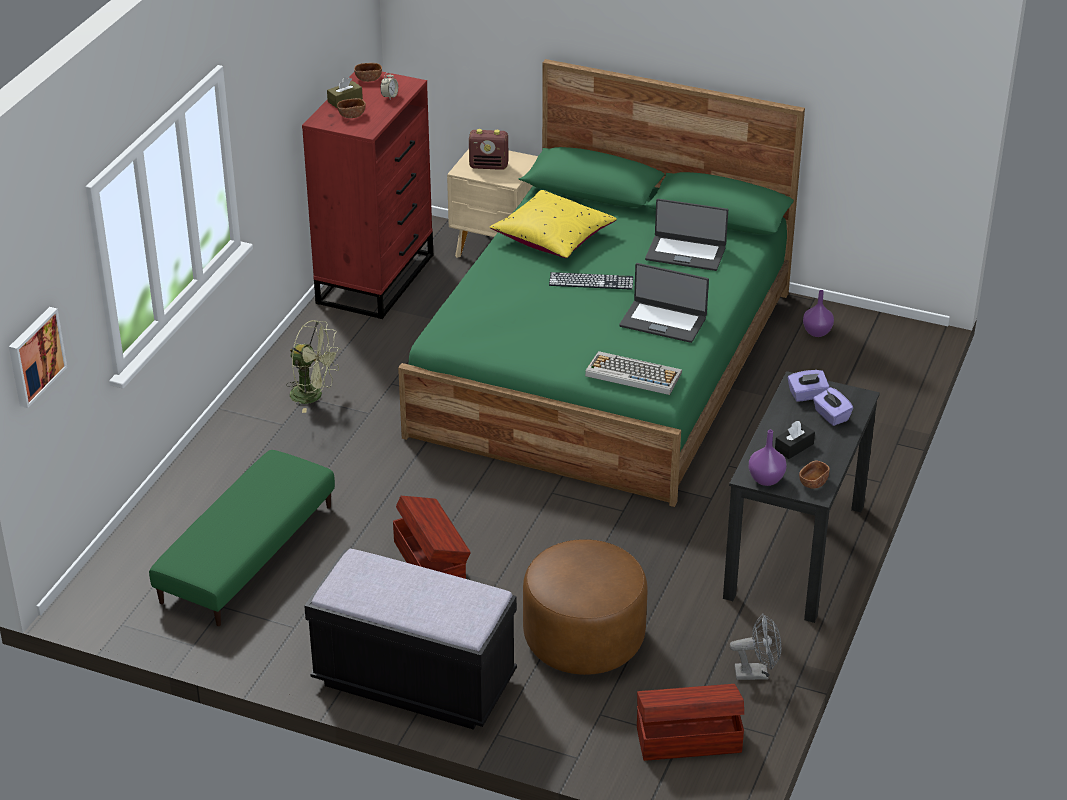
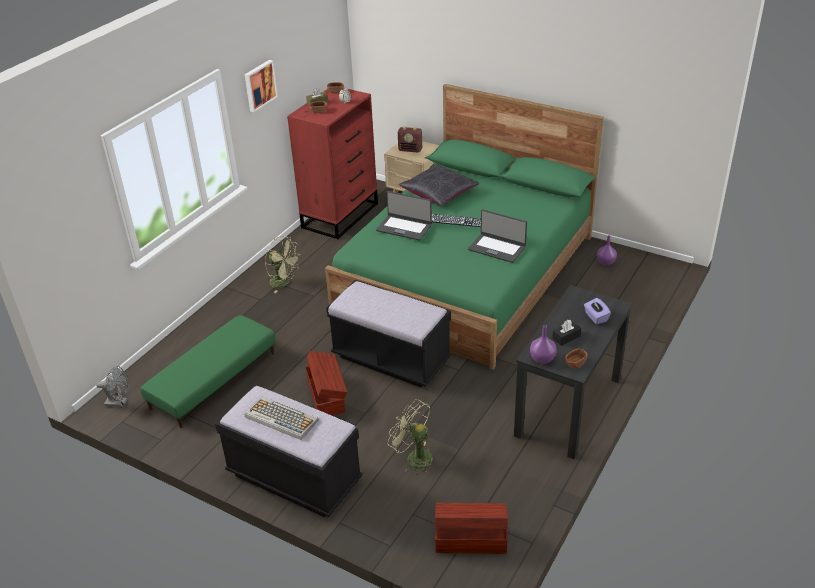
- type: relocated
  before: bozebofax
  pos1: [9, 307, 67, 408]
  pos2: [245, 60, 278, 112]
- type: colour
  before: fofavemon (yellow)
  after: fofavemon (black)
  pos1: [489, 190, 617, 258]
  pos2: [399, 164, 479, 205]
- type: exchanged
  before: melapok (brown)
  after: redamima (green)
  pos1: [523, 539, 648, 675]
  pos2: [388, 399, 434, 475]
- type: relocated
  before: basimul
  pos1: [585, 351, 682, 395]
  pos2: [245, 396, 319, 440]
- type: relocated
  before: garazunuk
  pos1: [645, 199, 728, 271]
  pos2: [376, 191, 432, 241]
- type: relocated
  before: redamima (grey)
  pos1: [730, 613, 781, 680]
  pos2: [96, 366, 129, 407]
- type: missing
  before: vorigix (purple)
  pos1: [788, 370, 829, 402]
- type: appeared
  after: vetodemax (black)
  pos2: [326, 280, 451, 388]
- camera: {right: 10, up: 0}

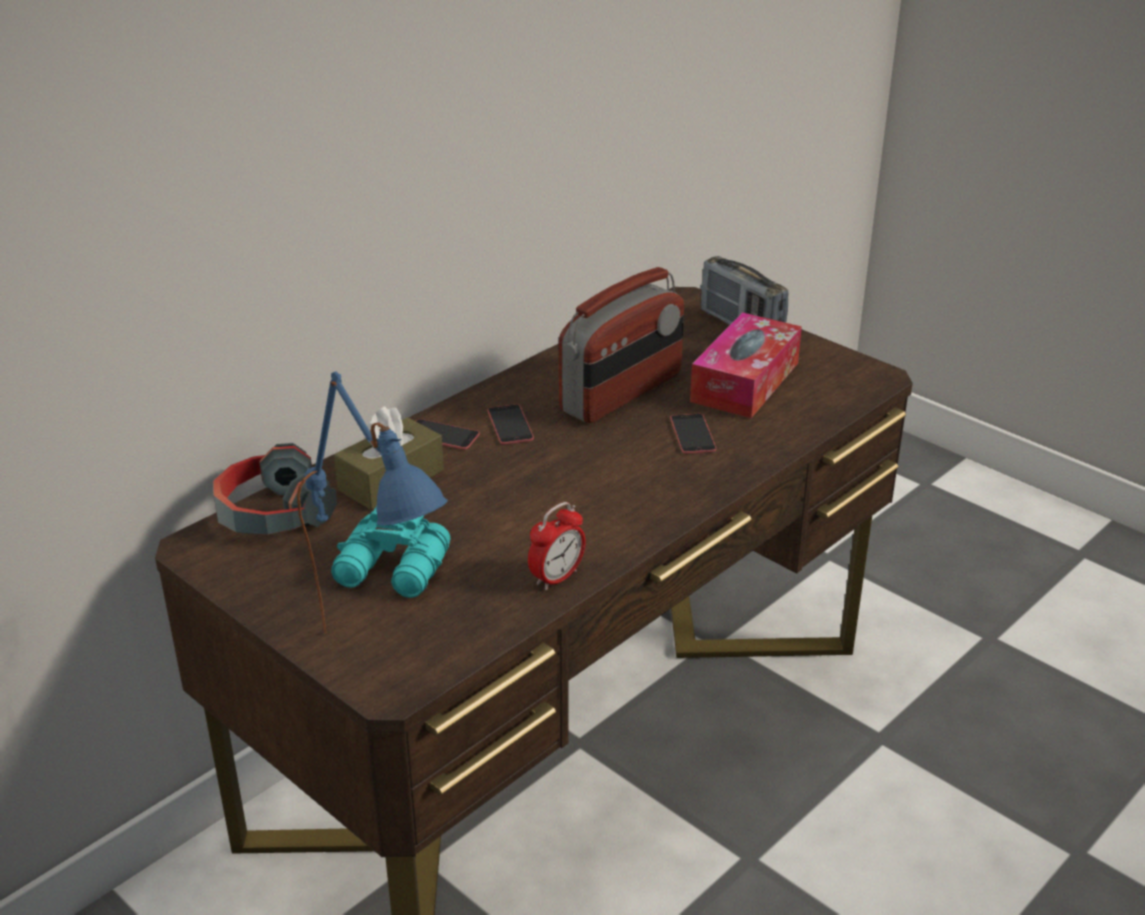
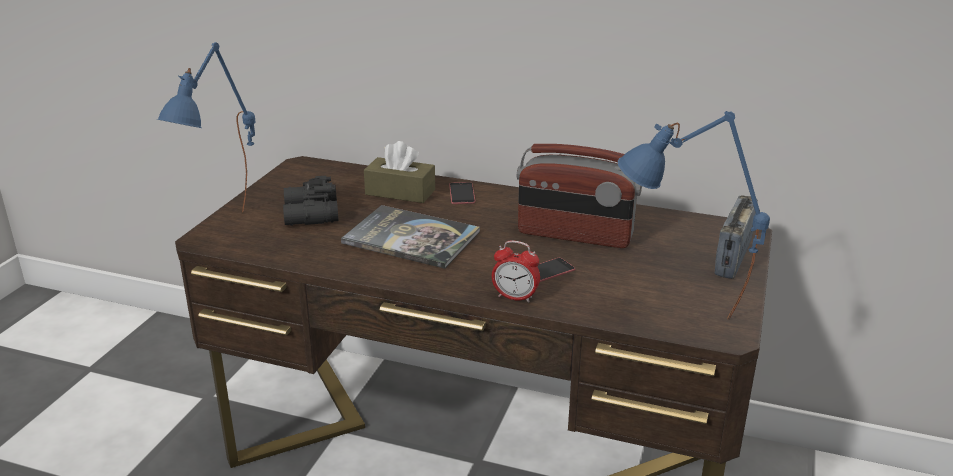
- type: missing
  before: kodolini
  pos1: [213, 443, 337, 535]
- type: colour
  before: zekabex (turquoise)
  after: zekabex (black)
  pos1: [331, 506, 450, 598]
  pos2: [283, 176, 339, 226]
- type: missing
  before: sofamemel
  pos1: [487, 404, 534, 445]
- type: relocated
  before: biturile
  pos1: [528, 502, 586, 590]
  pos2: [492, 240, 540, 303]
- type: missing
  before: vorigix
  pos1: [690, 312, 802, 418]
- type: appeared
  after: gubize
  pos2: [341, 205, 480, 269]
- type: appeared
  after: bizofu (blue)
  pos2: [618, 111, 770, 320]
- camera: {right: 65, up: -5}

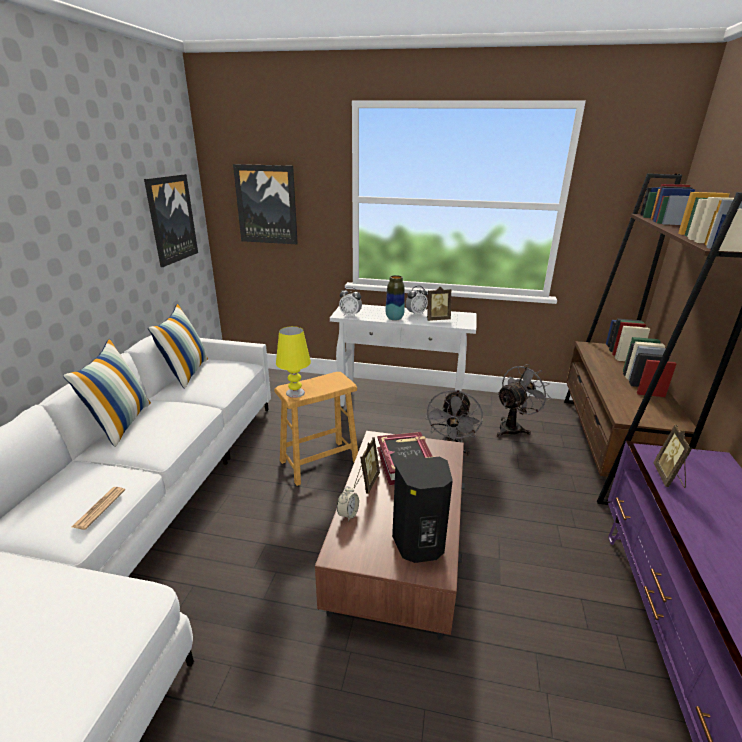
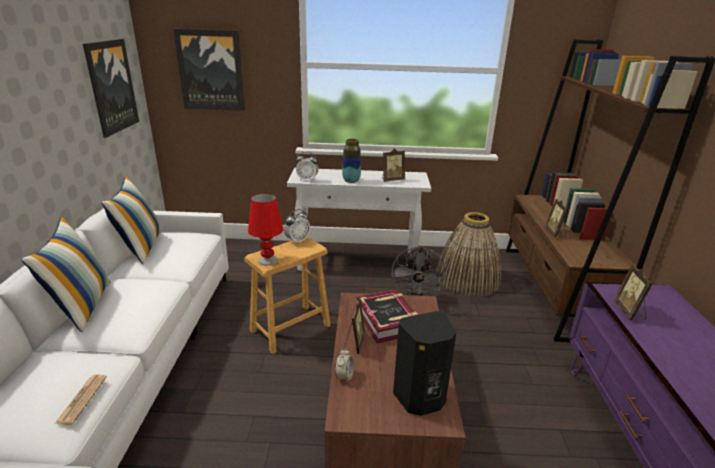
- type: colour
  before: bizofu (yellow)
  after: bizofu (red)
  pos1: [276, 326, 311, 398]
  pos2: [248, 193, 283, 266]
- type: relocated
  before: biturile
  pos1: [406, 286, 428, 316]
  pos2: [284, 209, 310, 244]
- type: exchanged
  before: redamima (grey)
  after: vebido
  pos1: [497, 364, 551, 437]
  pos2: [436, 212, 501, 297]
- type: appeared
  after: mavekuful
  pos2: [545, 199, 568, 237]
- camera: {right: -10, up: 0}

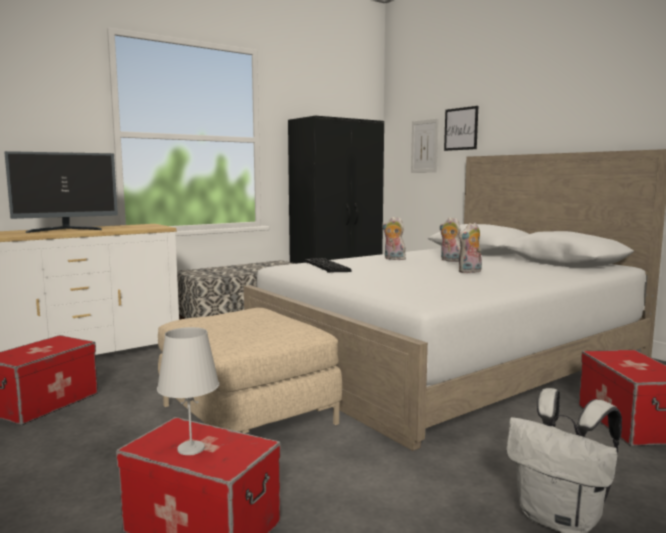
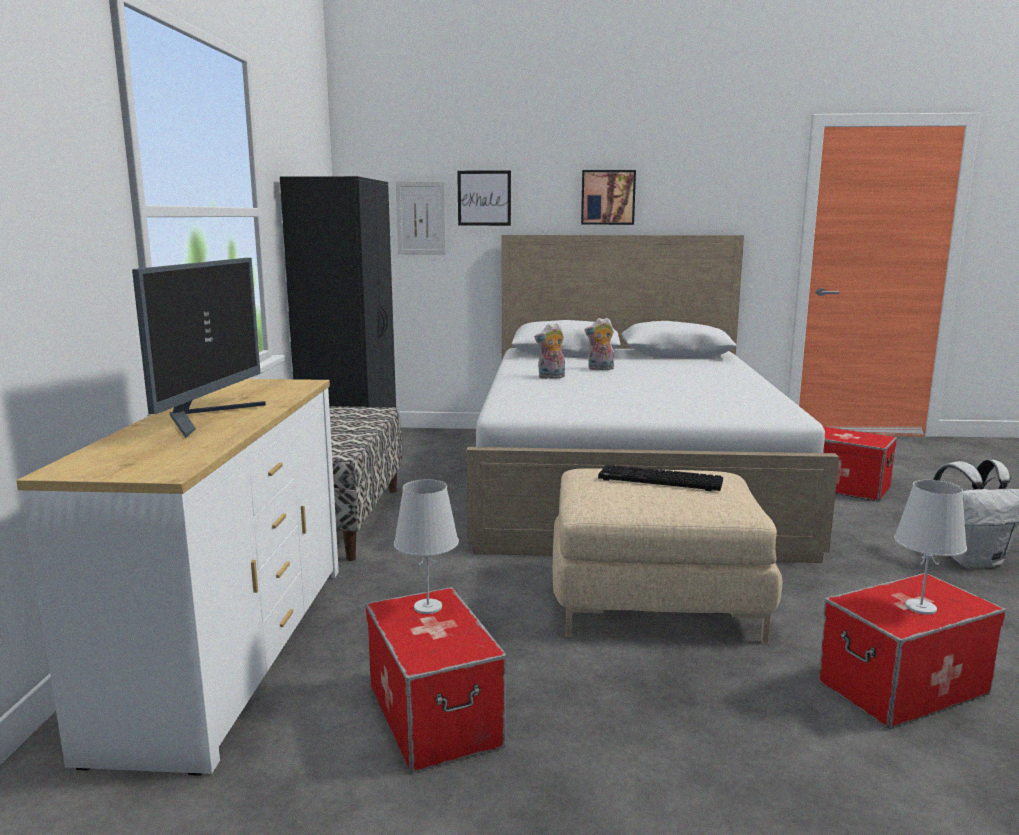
- type: relocated
  before: basimul
  pos1: [305, 258, 352, 273]
  pos2: [598, 465, 723, 491]
- type: missing
  before: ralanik
  pos1: [459, 223, 482, 273]
- type: appeared
  after: bizofu (white)
  pos2: [394, 479, 459, 614]
- type: appeared
  after: bozebofax
  pos2: [581, 170, 636, 225]
- camera: {right: -50, up: 5}

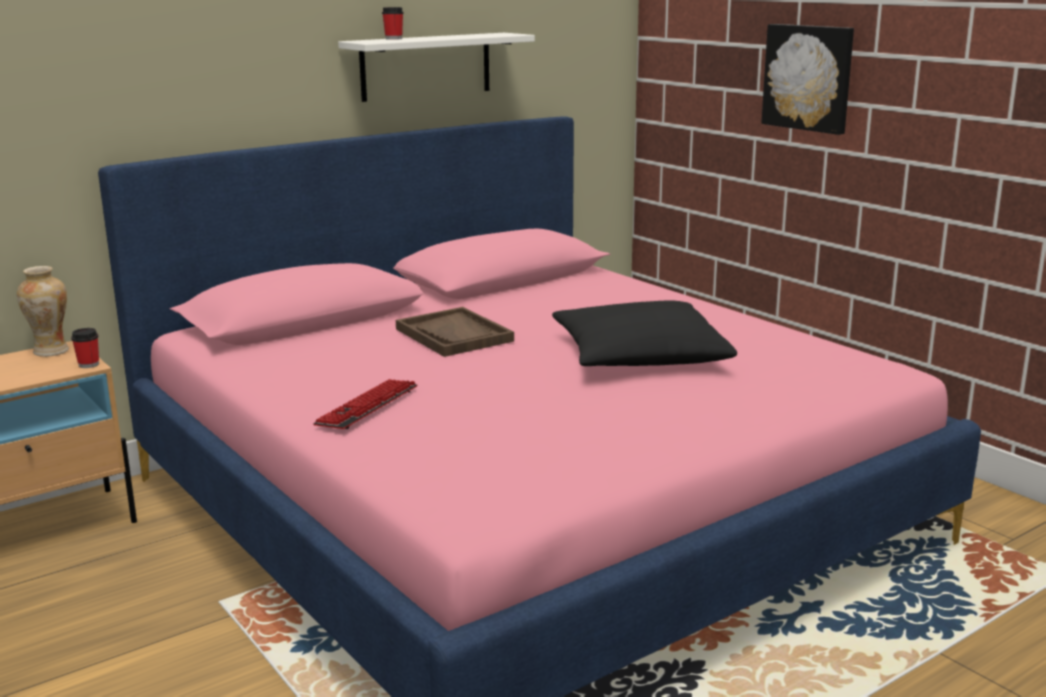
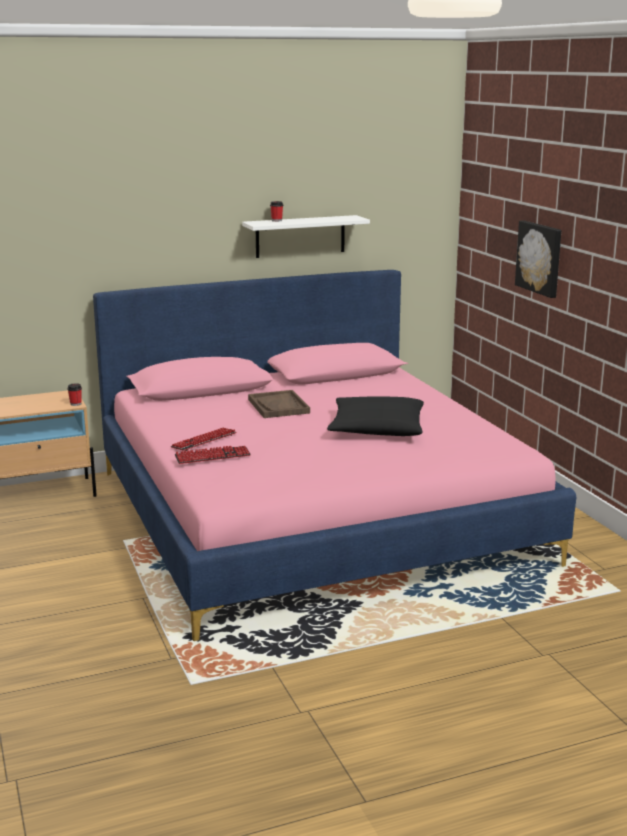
- type: missing
  before: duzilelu
  pos1: [17, 266, 69, 357]
- type: appeared
  after: basimul
  pos2: [175, 446, 251, 464]
- camera: {right: 15, up: 0}

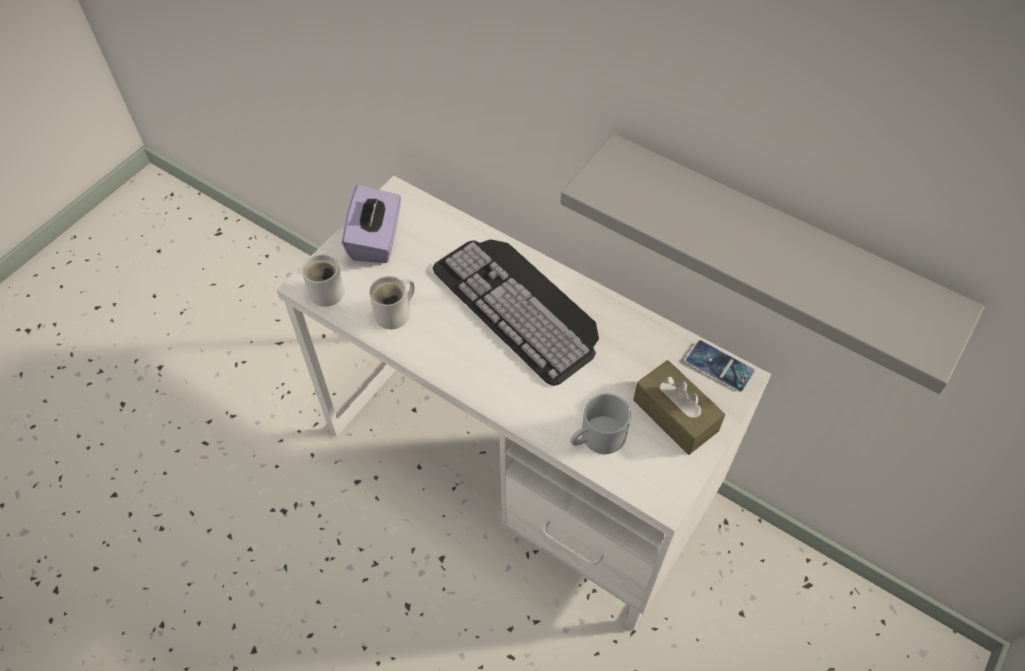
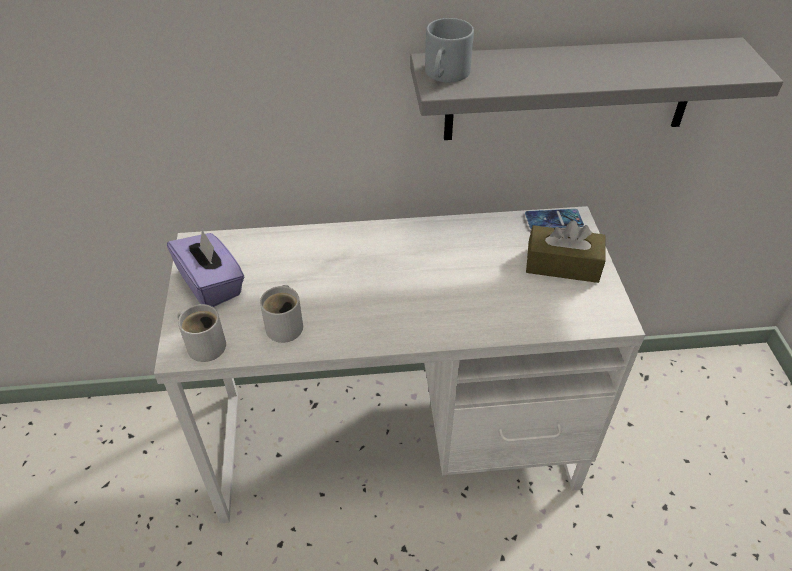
- type: missing
  before: basimul
  pos1: [432, 239, 599, 386]
- type: relocated
  before: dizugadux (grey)
  pos1: [570, 393, 631, 454]
  pos2: [425, 18, 474, 82]
- camera: {right: -40, up: -10}

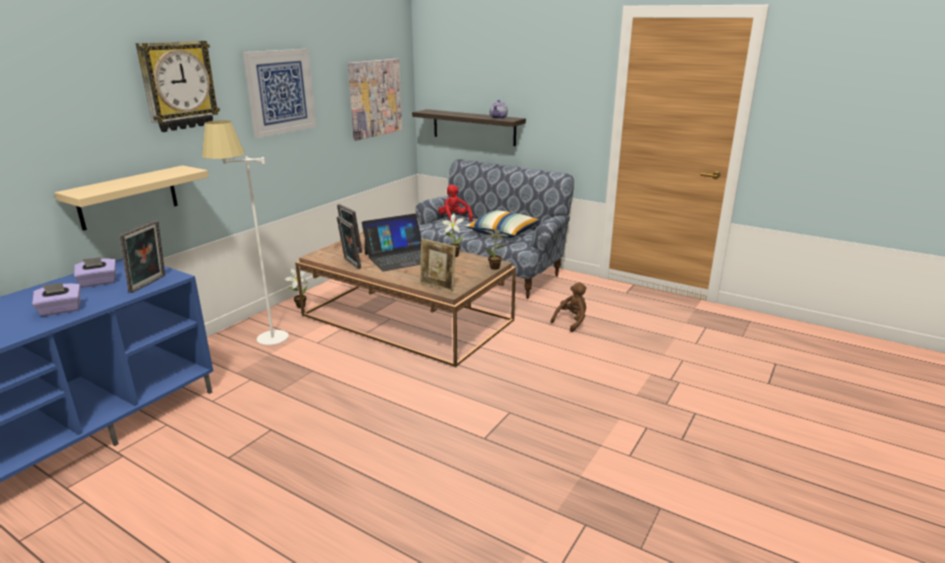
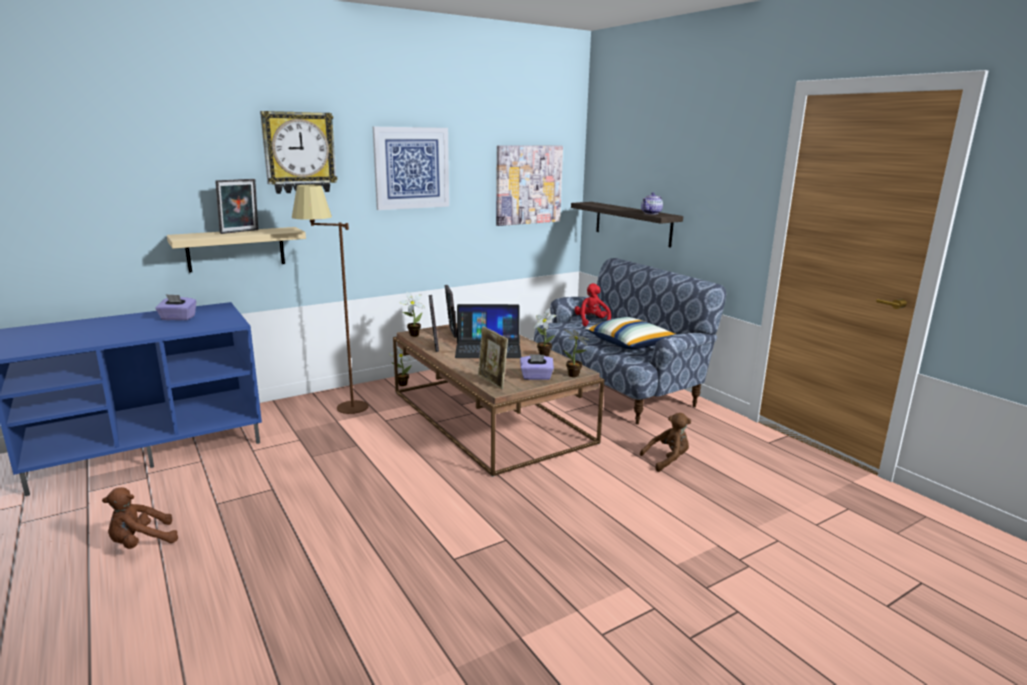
- type: relocated
  before: vorigix (purple)
  pos1: [32, 283, 80, 316]
  pos2: [520, 354, 554, 380]
- type: relocated
  before: mavekuful
  pos1: [120, 220, 165, 293]
  pos2: [215, 179, 258, 234]
- type: colour
  before: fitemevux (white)
  after: fitemevux (brown)
  pos1: [202, 120, 289, 345]
  pos2: [292, 185, 369, 414]
- type: appeared
  after: ralanik (brown)
  pos2: [102, 487, 178, 549]
- type: appeared
  after: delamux
  pos2: [399, 292, 425, 337]
- camera: {right: 25, up: -5}

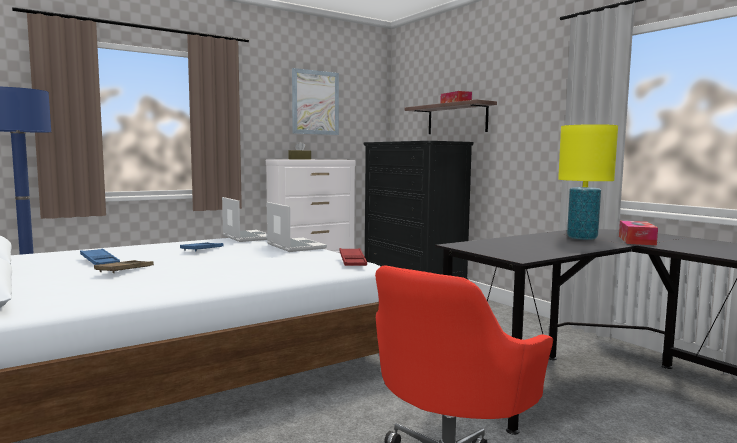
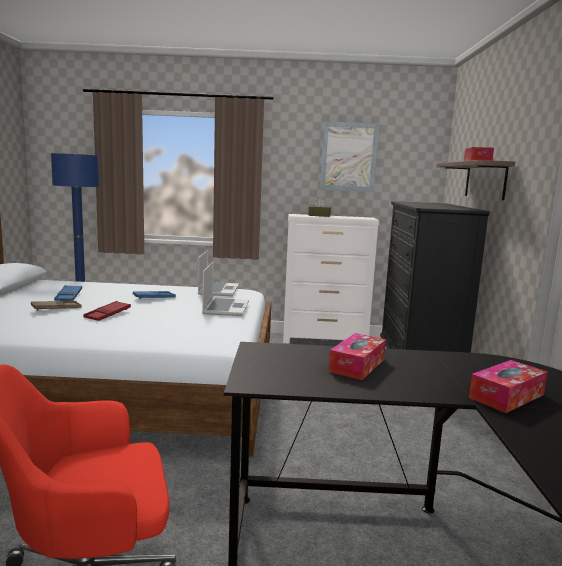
- type: relocated
  before: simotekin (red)
  pos1: [340, 248, 367, 266]
  pos2: [83, 301, 131, 321]
- type: missing
  before: bizofu (yellow)
  pos1: [558, 124, 618, 240]
- type: appeared
  after: vorigix
  pos2: [329, 333, 386, 380]
- camera: {right: 35, up: 5}

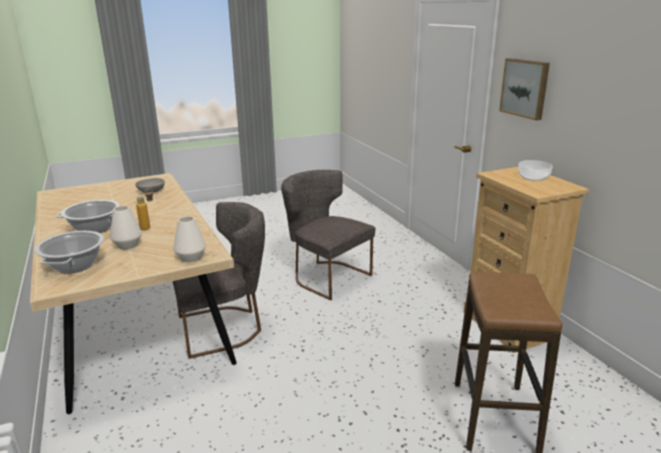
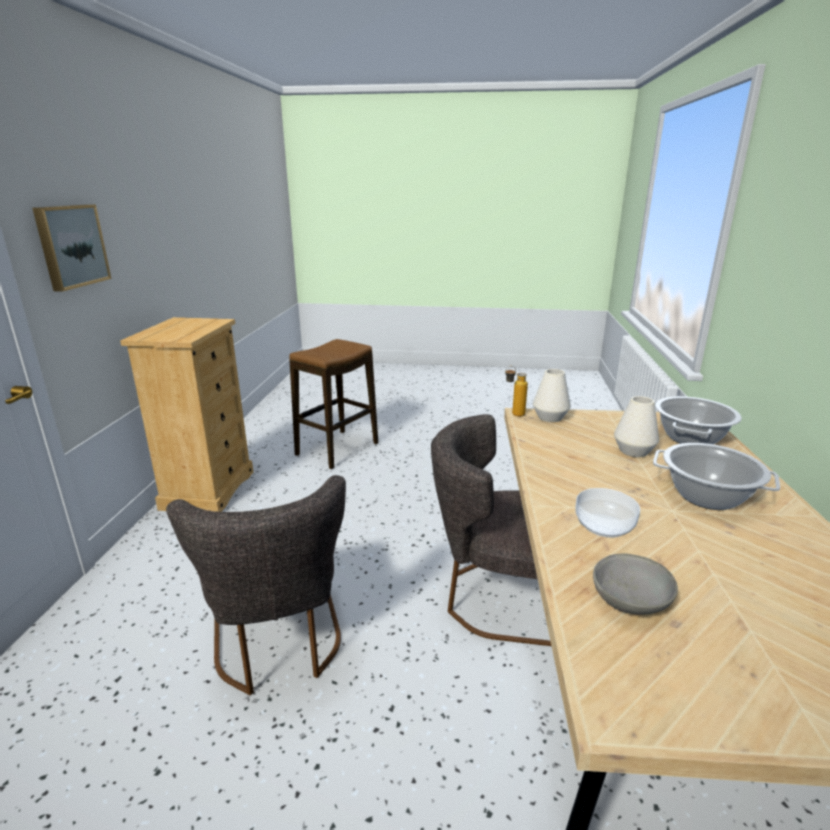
- type: relocated
  before: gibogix
  pos1: [136, 189, 153, 230]
  pos2: [505, 366, 528, 416]
- type: relocated
  before: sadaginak
  pos1: [518, 160, 553, 181]
  pos2: [575, 488, 640, 538]
- camera: {right: -150, up: 0}

